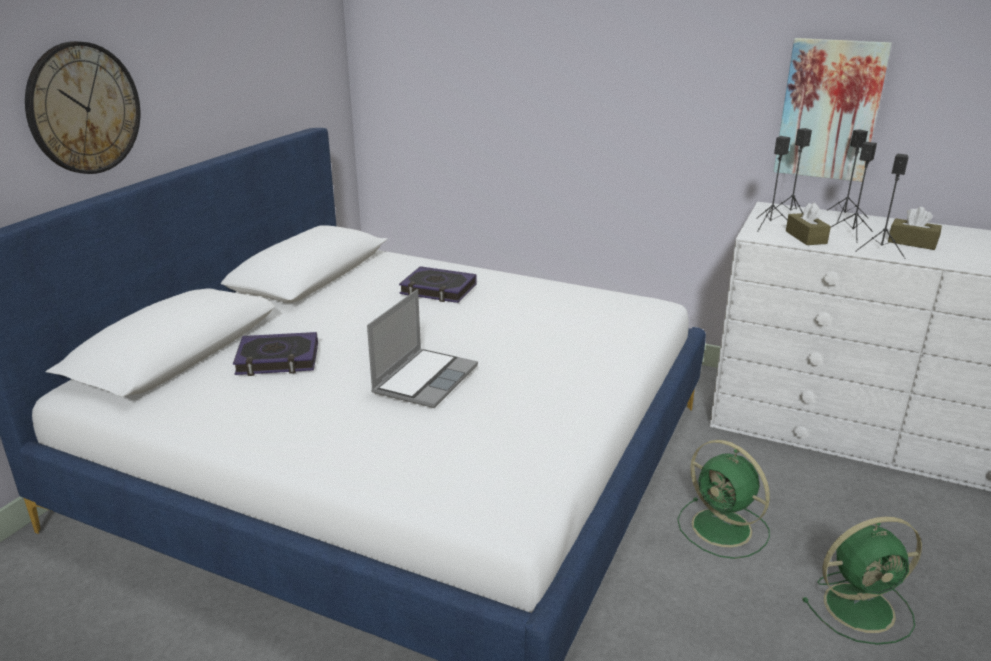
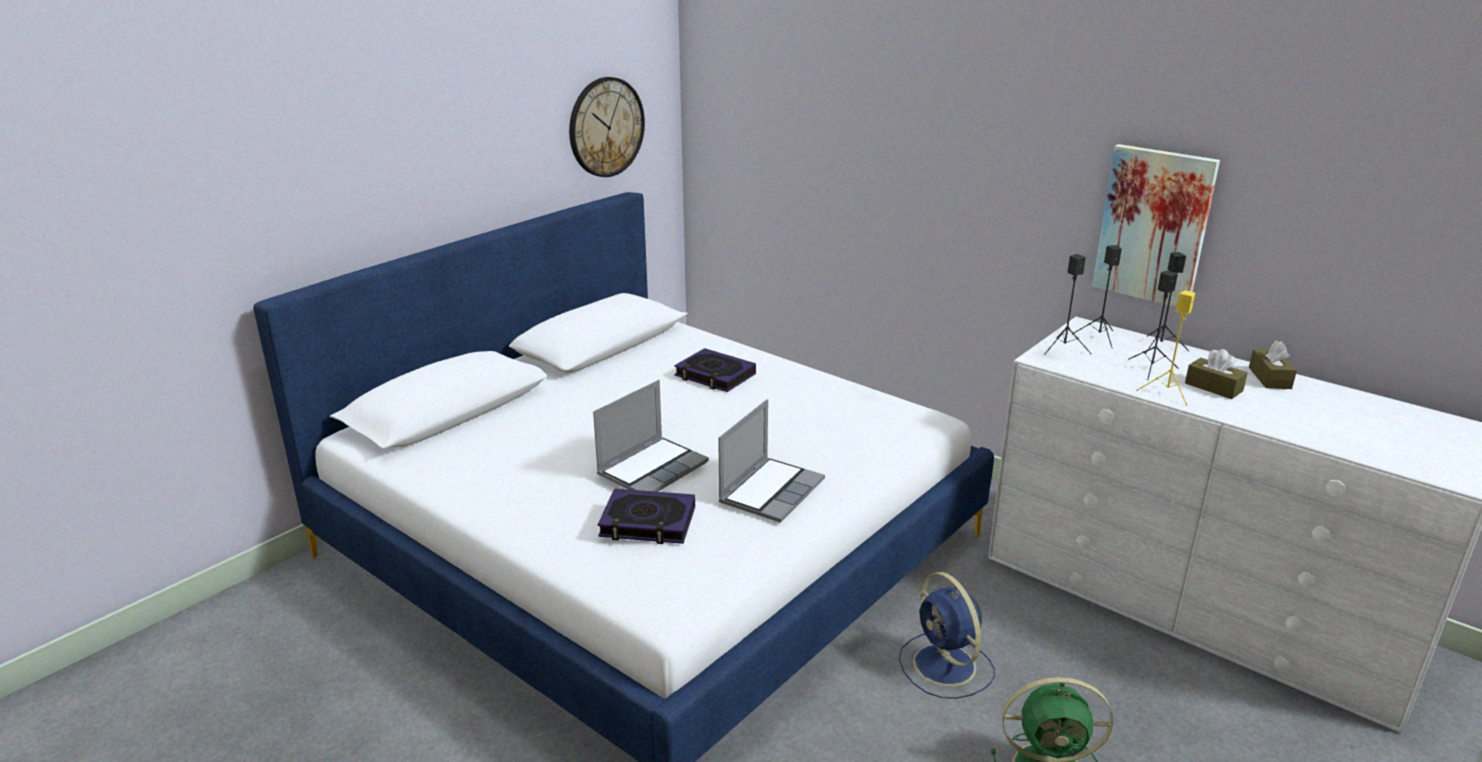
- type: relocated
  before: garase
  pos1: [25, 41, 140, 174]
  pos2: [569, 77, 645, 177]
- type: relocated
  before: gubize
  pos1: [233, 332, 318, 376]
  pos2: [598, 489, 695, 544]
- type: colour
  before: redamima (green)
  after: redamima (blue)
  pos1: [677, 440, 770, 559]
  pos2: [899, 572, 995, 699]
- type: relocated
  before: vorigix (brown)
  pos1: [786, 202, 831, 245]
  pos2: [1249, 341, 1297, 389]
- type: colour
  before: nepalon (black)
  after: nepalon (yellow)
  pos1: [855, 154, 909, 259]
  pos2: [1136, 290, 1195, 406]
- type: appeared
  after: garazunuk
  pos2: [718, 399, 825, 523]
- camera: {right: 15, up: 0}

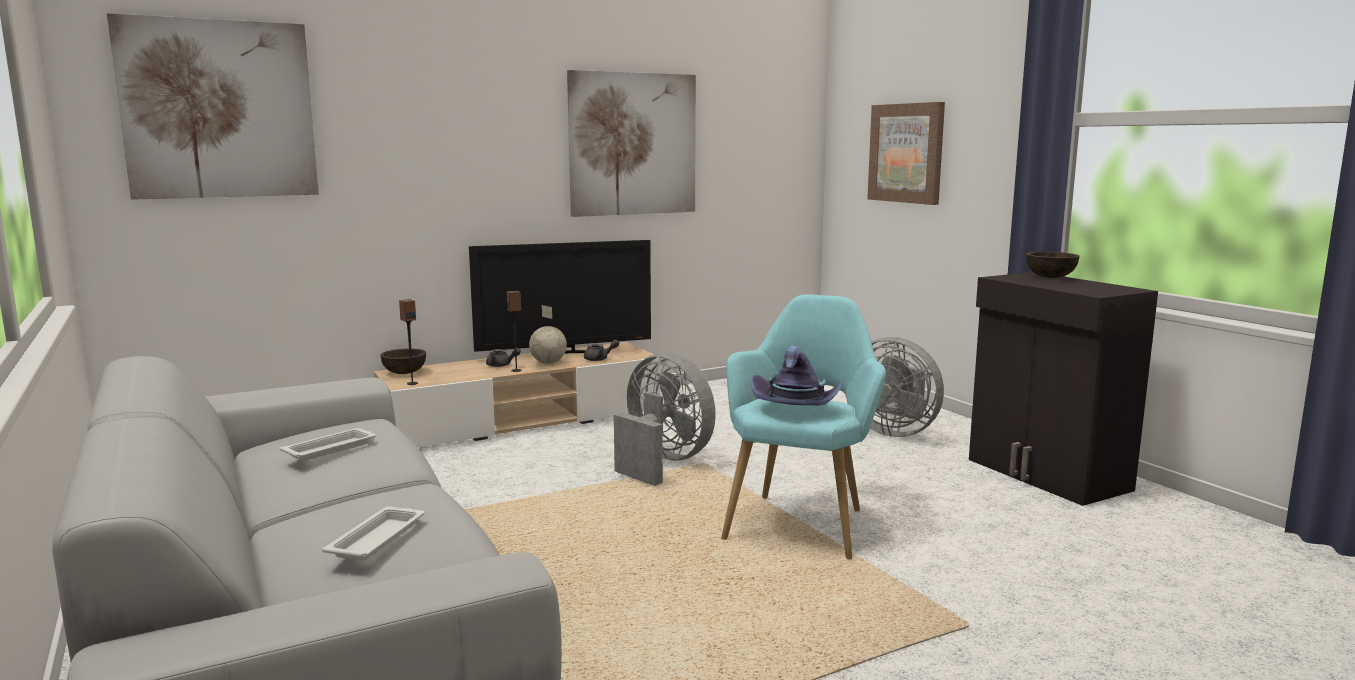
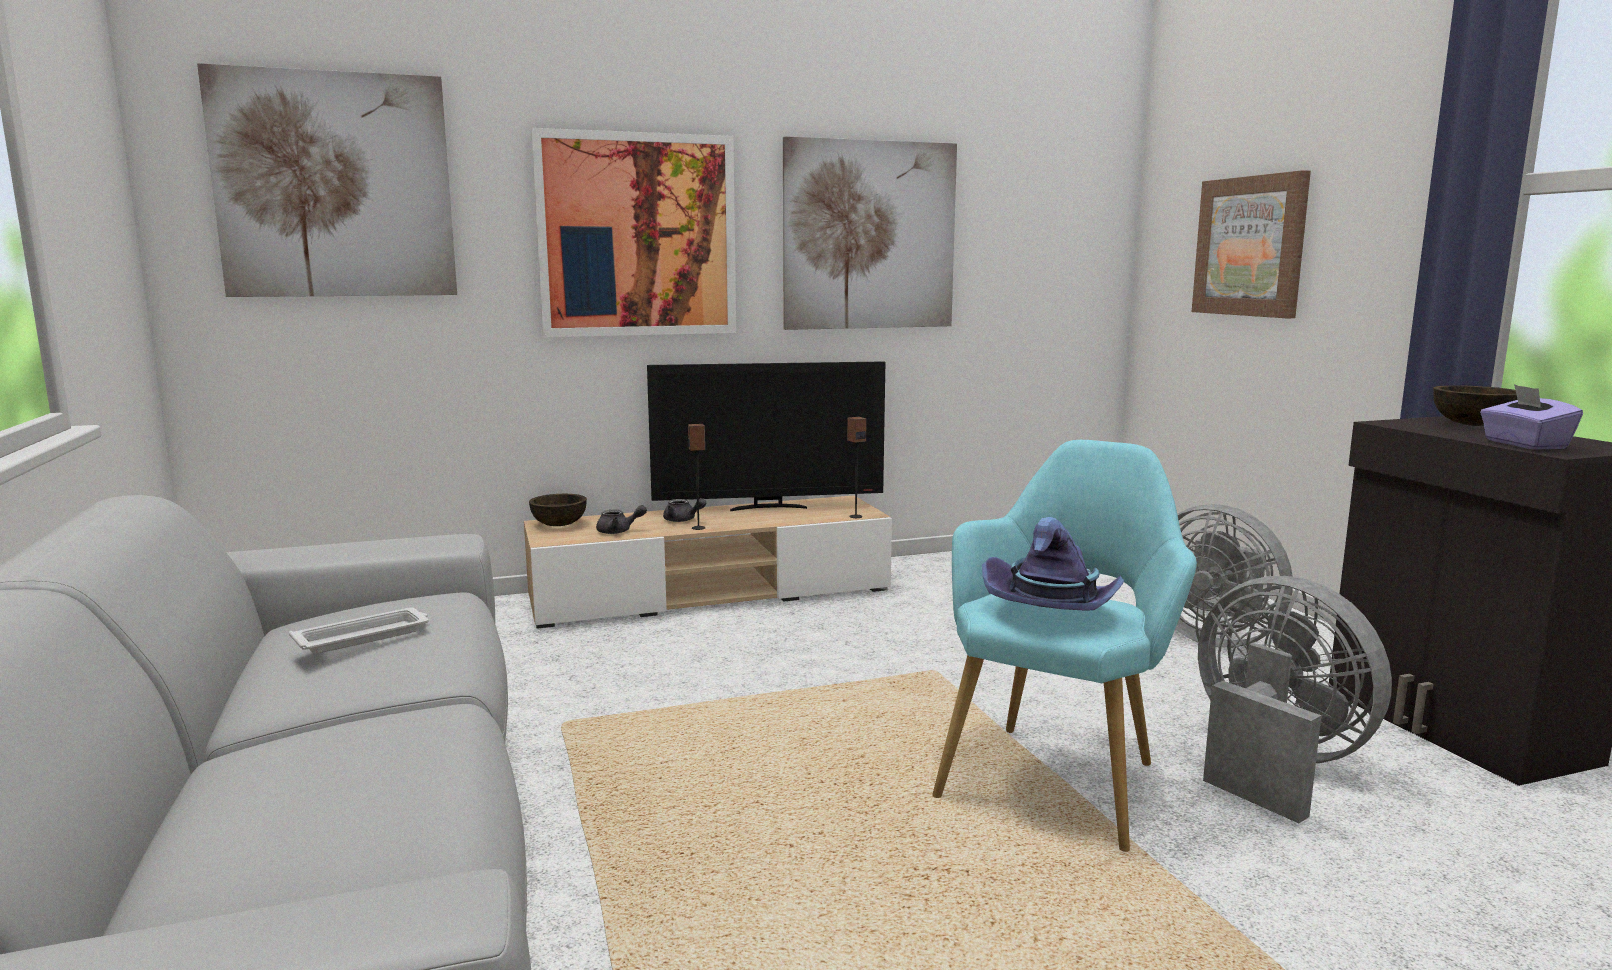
- type: missing
  before: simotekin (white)
  pos1: [322, 507, 425, 561]
- type: relocated
  before: nepalon
  pos1: [399, 299, 418, 385]
  pos2: [847, 417, 867, 518]
- type: missing
  before: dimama
  pos1: [529, 305, 567, 364]
- type: relocated
  before: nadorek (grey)
  pos1: [584, 340, 619, 361]
  pos2: [596, 505, 647, 534]
- type: relocated
  before: redamima (grey)
  pos1: [614, 353, 716, 486]
  pos2: [1198, 576, 1392, 823]
- type: appeared
  after: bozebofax
  pos2: [531, 128, 736, 337]
- type: appeared
  after: vorigix (purple)
  pos2: [1480, 384, 1583, 450]
- camera: {right: 10, up: 0}

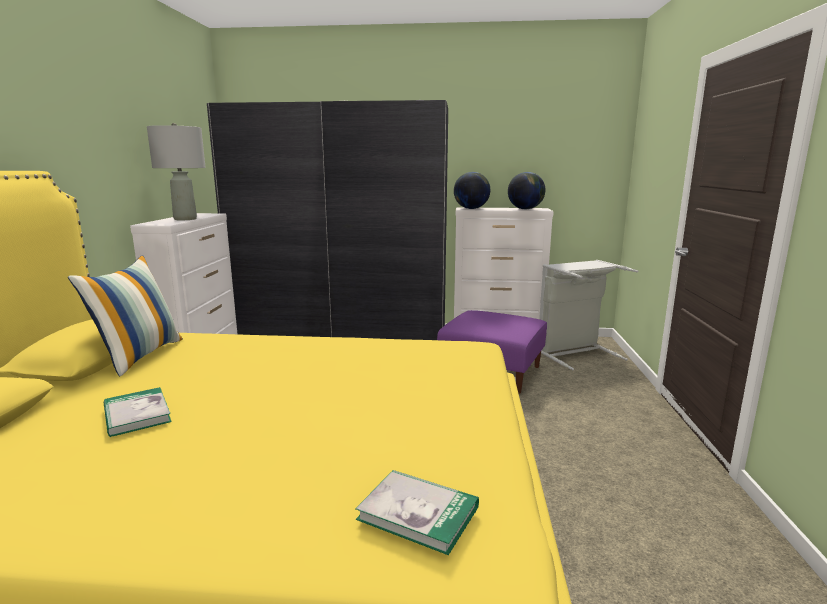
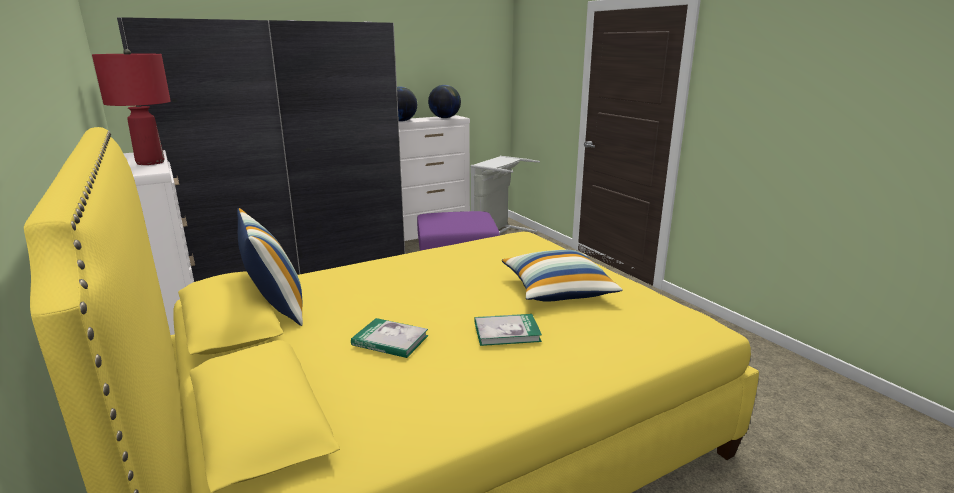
- type: colour
  before: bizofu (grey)
  after: bizofu (red)
  pos1: [147, 123, 206, 220]
  pos2: [92, 49, 171, 165]
- type: relocated
  before: gubize
  pos1: [355, 470, 479, 555]
  pos2: [475, 314, 542, 346]
- type: appeared
  after: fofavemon
  pos2: [502, 250, 623, 302]
- camera: {right: -35, up: 5}

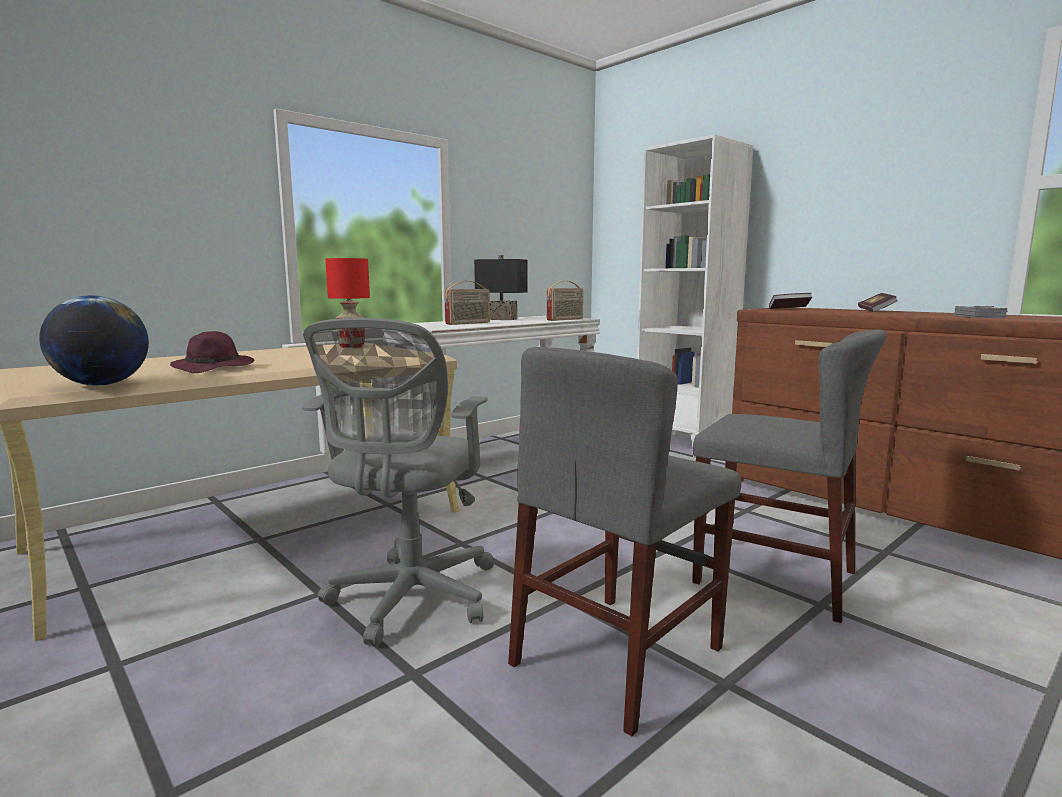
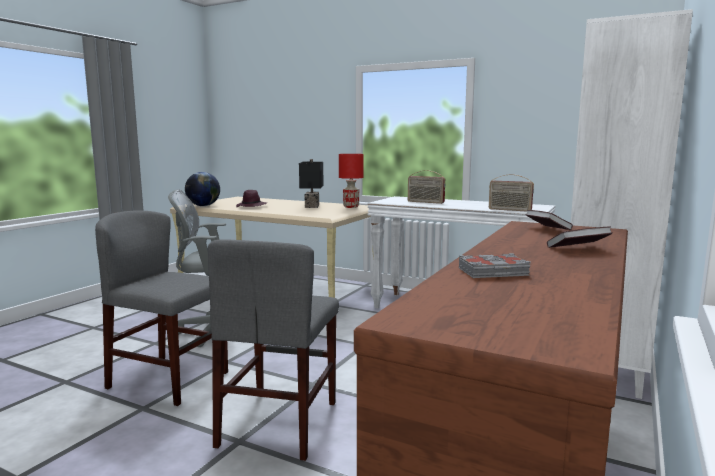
- type: relocated
  before: bizofu (black)
  pos1: [474, 255, 527, 320]
  pos2: [299, 159, 323, 208]
- camera: {right: 70, up: 0}

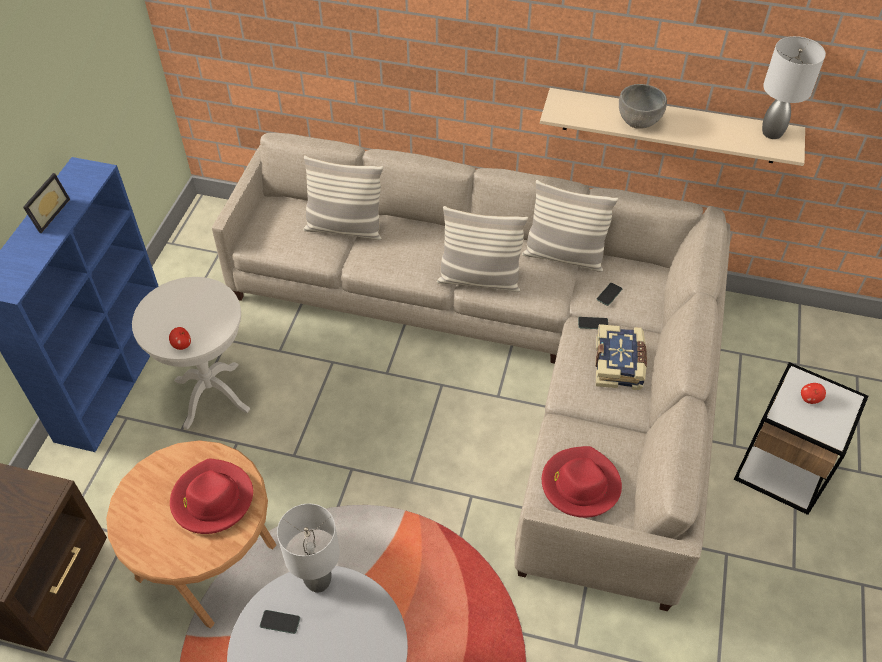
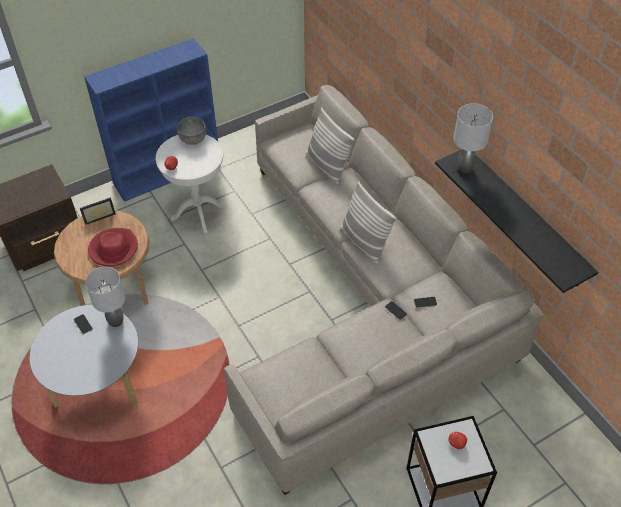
- type: relocated
  before: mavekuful
  pos1: [23, 173, 70, 233]
  pos2: [80, 197, 116, 225]
- type: missing
  before: fofavemon
  pos1: [522, 180, 618, 272]
- type: colour
  before: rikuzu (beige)
  after: rikuzu (black)
  pos1: [540, 88, 805, 166]
  pos2: [435, 150, 598, 293]
- type: missing
  before: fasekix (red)
  pos1: [542, 446, 622, 518]
- type: missing
  before: gubize
  pos1: [596, 324, 647, 390]
- type: relocated
  before: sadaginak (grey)
  pos1: [619, 84, 667, 129]
  pos2: [177, 117, 206, 145]
- type: relocated
  before: bizofu (grey)
  pos1: [762, 36, 826, 139]
  pos2: [453, 104, 493, 174]
- camera: {right: 45, up: 0}

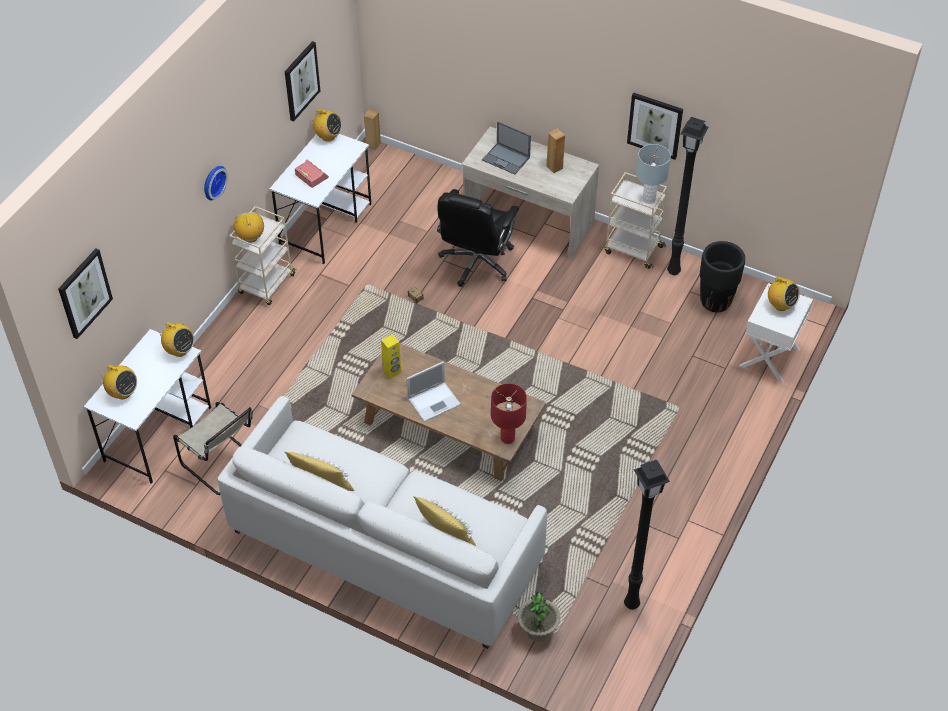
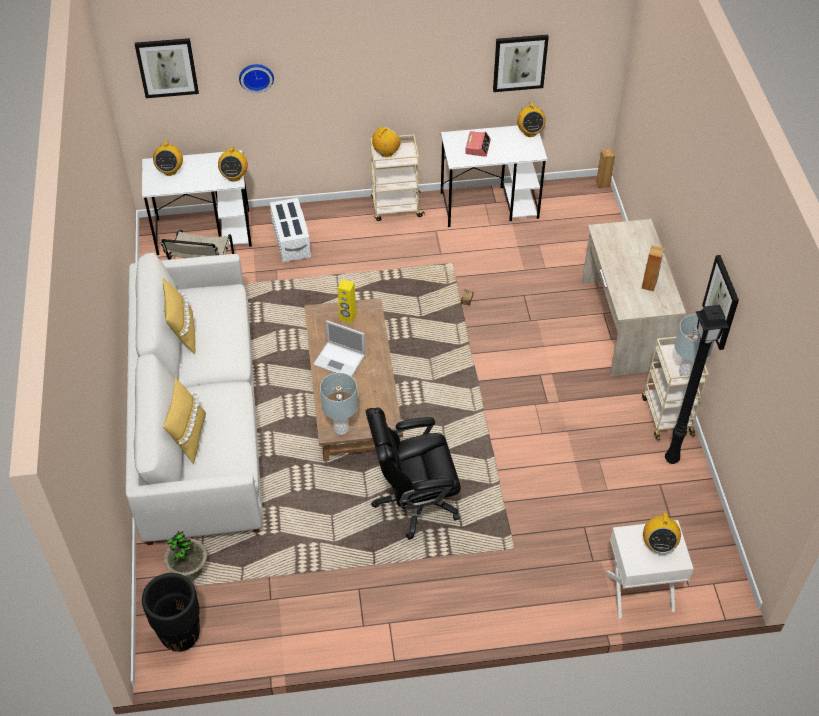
- type: relocated
  before: garase
  pos1: [204, 166, 228, 200]
  pos2: [239, 64, 274, 93]
- type: relocated
  before: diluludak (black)
  pos1: [437, 189, 519, 287]
  pos2: [366, 407, 461, 540]
- type: missing
  before: garazunuk
  pos1: [482, 121, 531, 175]
- type: colour
  before: bizofu (red)
  after: bizofu (grey)
  pos1: [491, 383, 527, 444]
  pos2: [320, 373, 358, 435]
- type: missing
  before: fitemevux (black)
  pos1: [624, 460, 670, 610]
- type: relocated
  before: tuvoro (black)
  pos1: [700, 241, 745, 312]
  pos2: [142, 573, 200, 652]
- type: appeared
  after: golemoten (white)
  pos2: [270, 198, 311, 262]
- camera: {right: 55, up: 0}

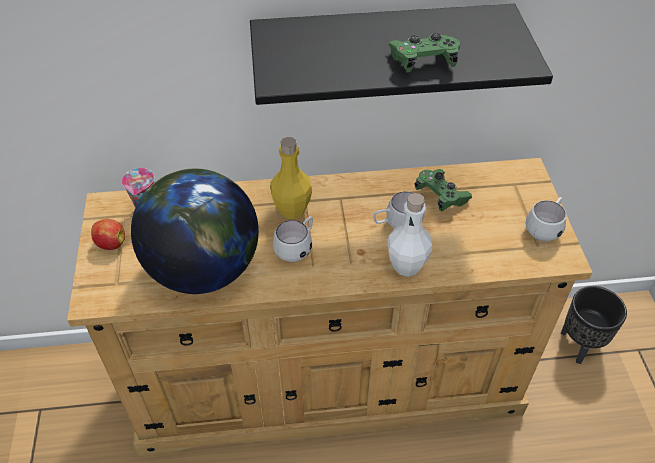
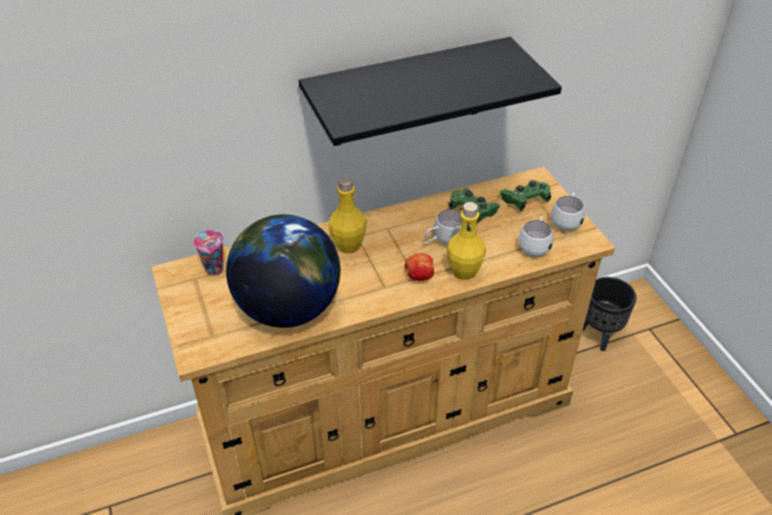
- type: relocated
  before: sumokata
  pos1: [91, 219, 125, 250]
  pos2: [405, 253, 434, 281]
- type: relocated
  before: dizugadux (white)
  pos1: [273, 216, 313, 262]
  pos2: [518, 216, 553, 257]
- type: colour
  before: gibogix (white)
  after: gibogix (yellow)
  pos1: [387, 193, 432, 277]
  pos2: [446, 202, 486, 280]
- type: relocated
  before: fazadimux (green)
  pos1: [388, 33, 460, 73]
  pos2: [500, 180, 551, 211]
- camera: {right: -15, up: -5}

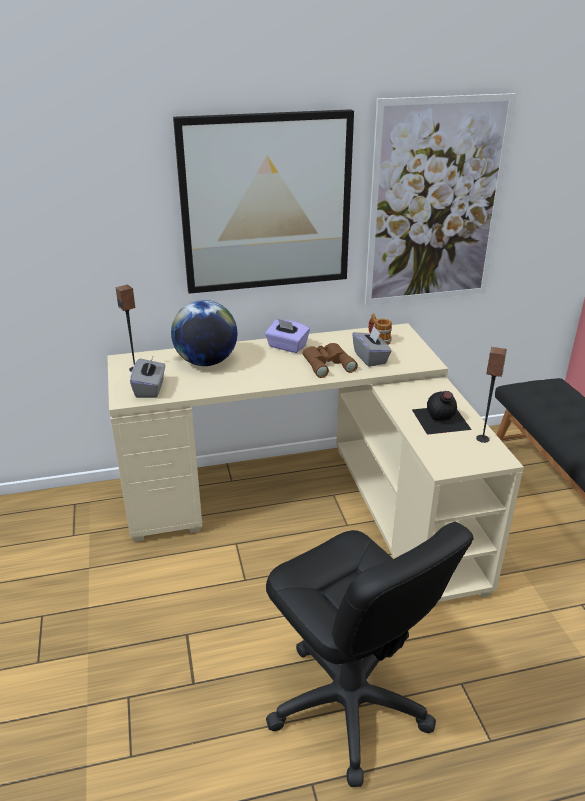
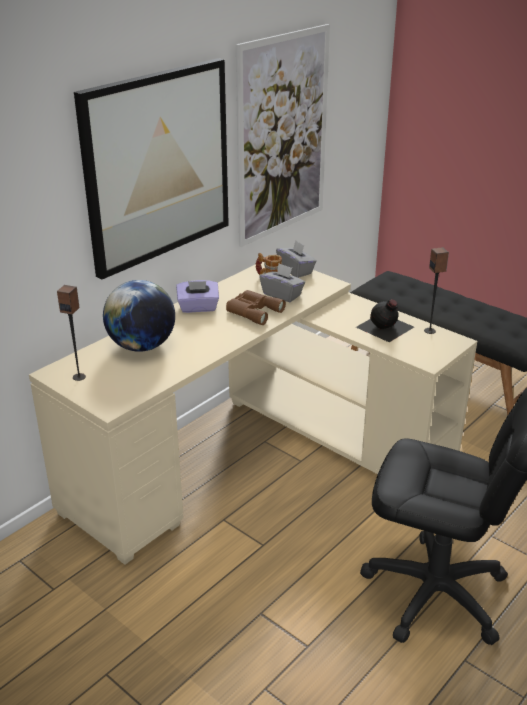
- type: relocated
  before: vorigix (grey)
  pos1: [130, 355, 165, 398]
  pos2: [276, 240, 317, 278]
- camera: {right: -35, up: 0}

